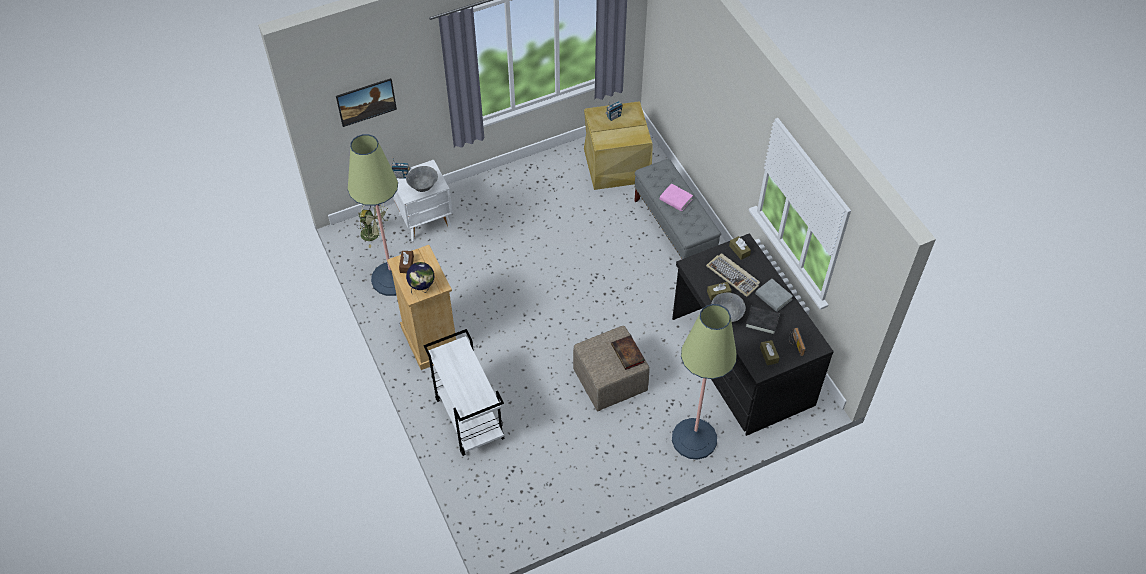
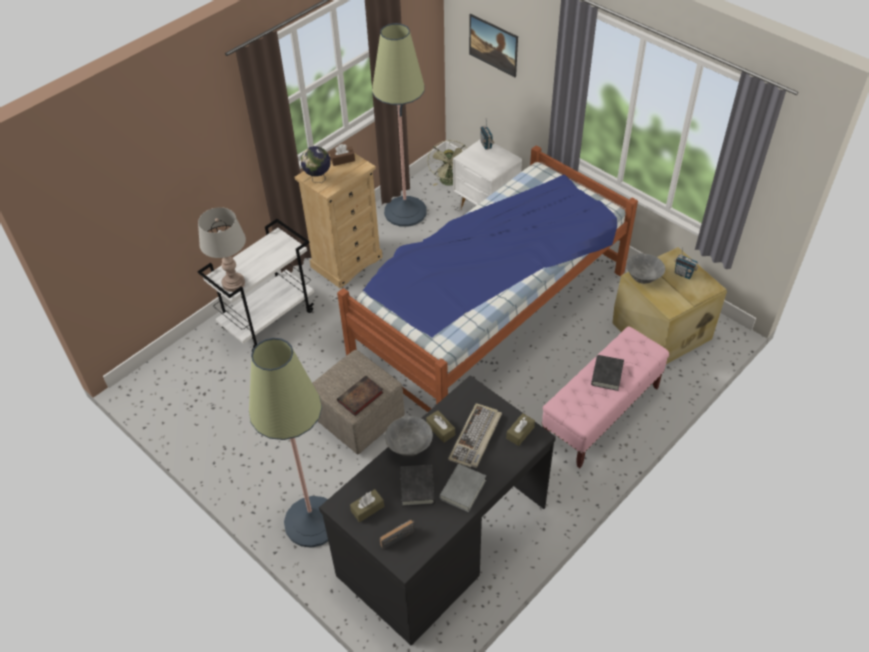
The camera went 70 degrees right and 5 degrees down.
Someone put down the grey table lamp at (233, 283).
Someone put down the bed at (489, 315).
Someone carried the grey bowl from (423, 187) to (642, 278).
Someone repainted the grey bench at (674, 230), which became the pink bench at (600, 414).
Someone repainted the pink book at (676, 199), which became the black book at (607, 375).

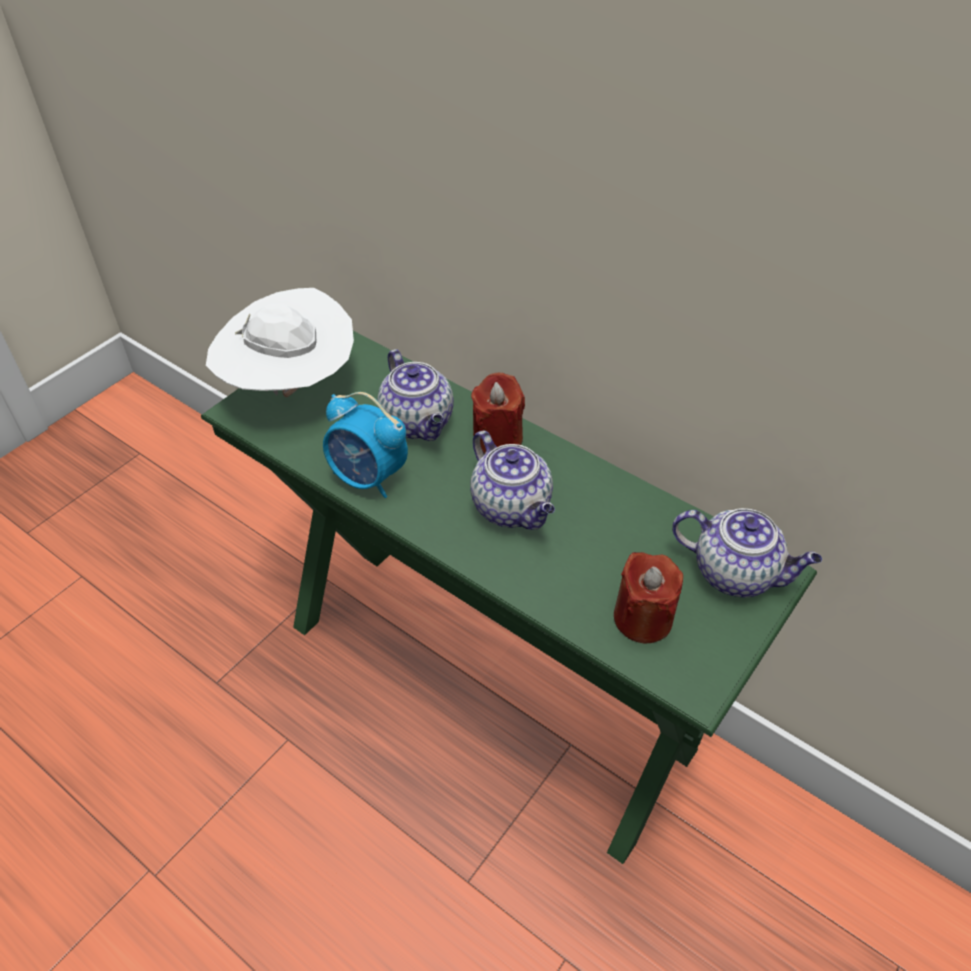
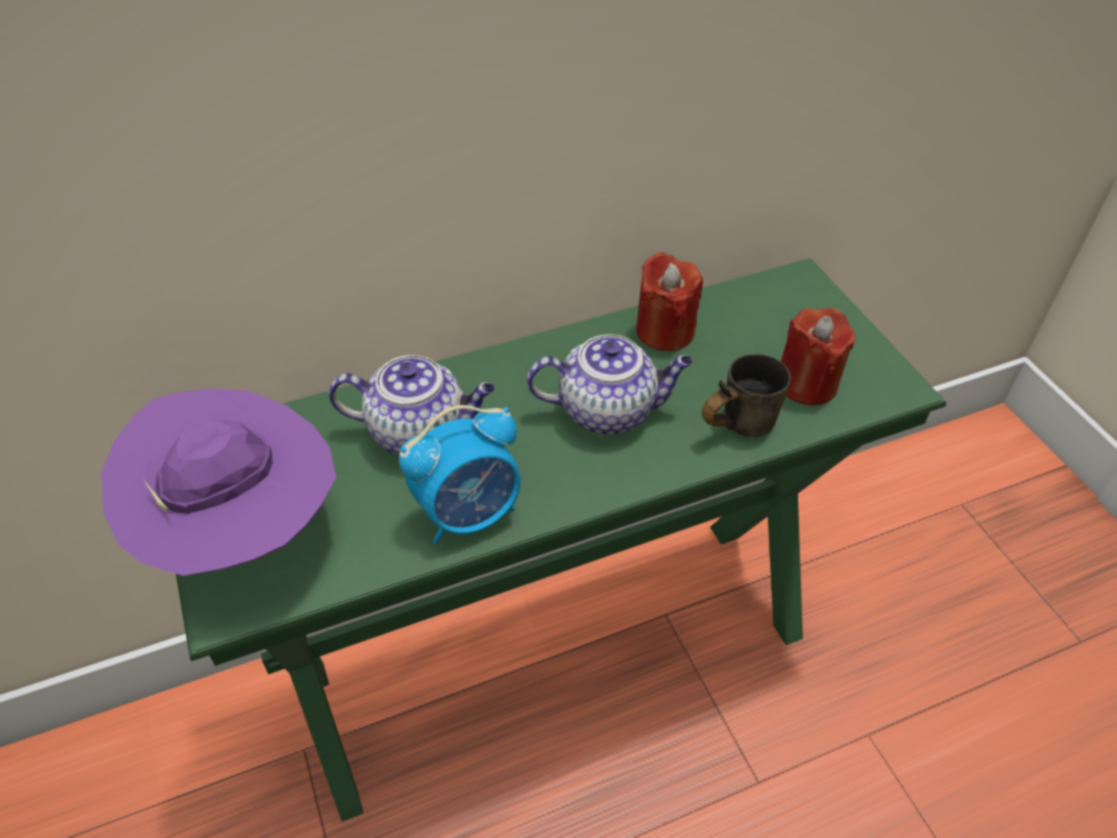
The camera went 60 degrees left and 0 degrees up.
Someone took away the teapot at (736, 573).
Someone put down the grey mug at (734, 422).
Someone carried the red candle from (497, 439) to (665, 331).
Someone repainted the white hat at (291, 388), which became the purple hat at (241, 530).

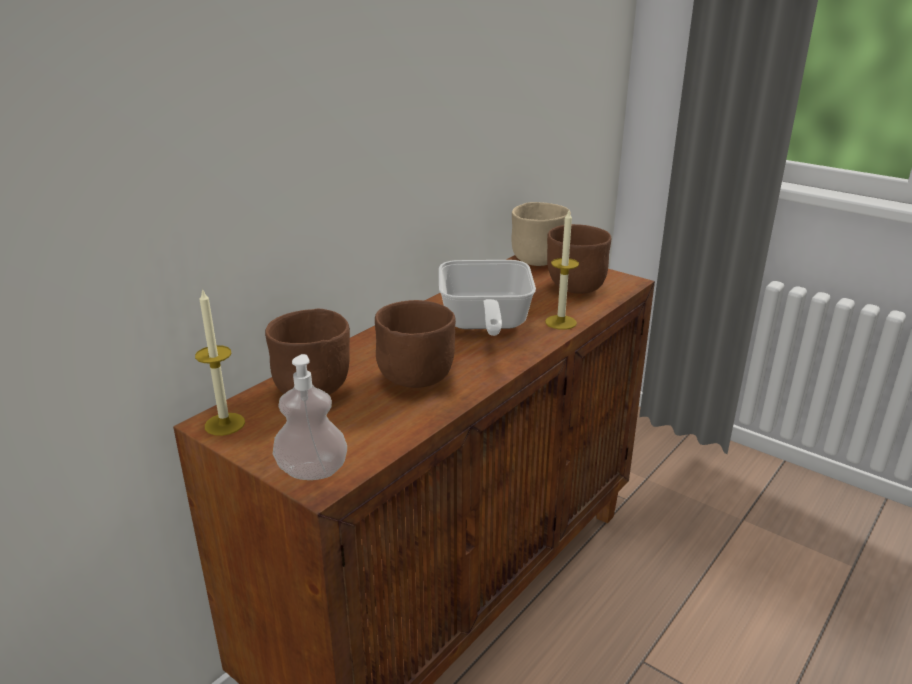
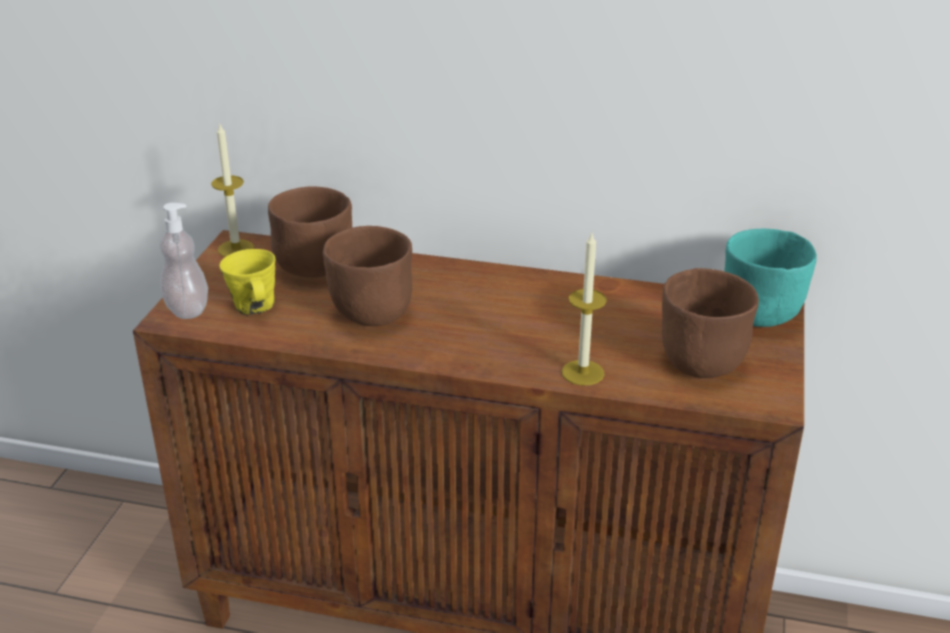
The camera went 65 degrees right and 5 degrees up.
Someone took away the frying pan at (484, 324).
Someone put down the yellow mug at (254, 307).
Someone repainted the beige bowl at (538, 260), which became the turquoise bowl at (762, 316).

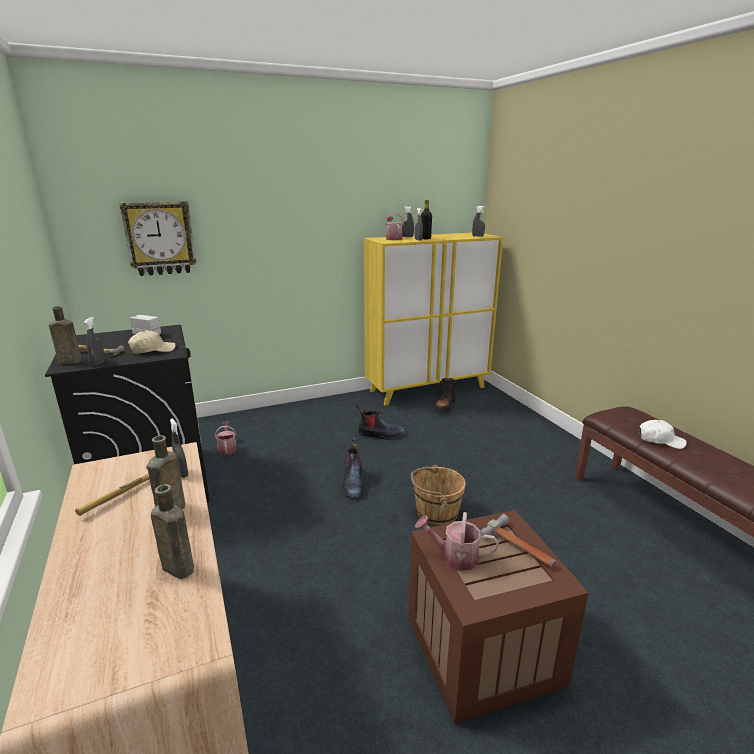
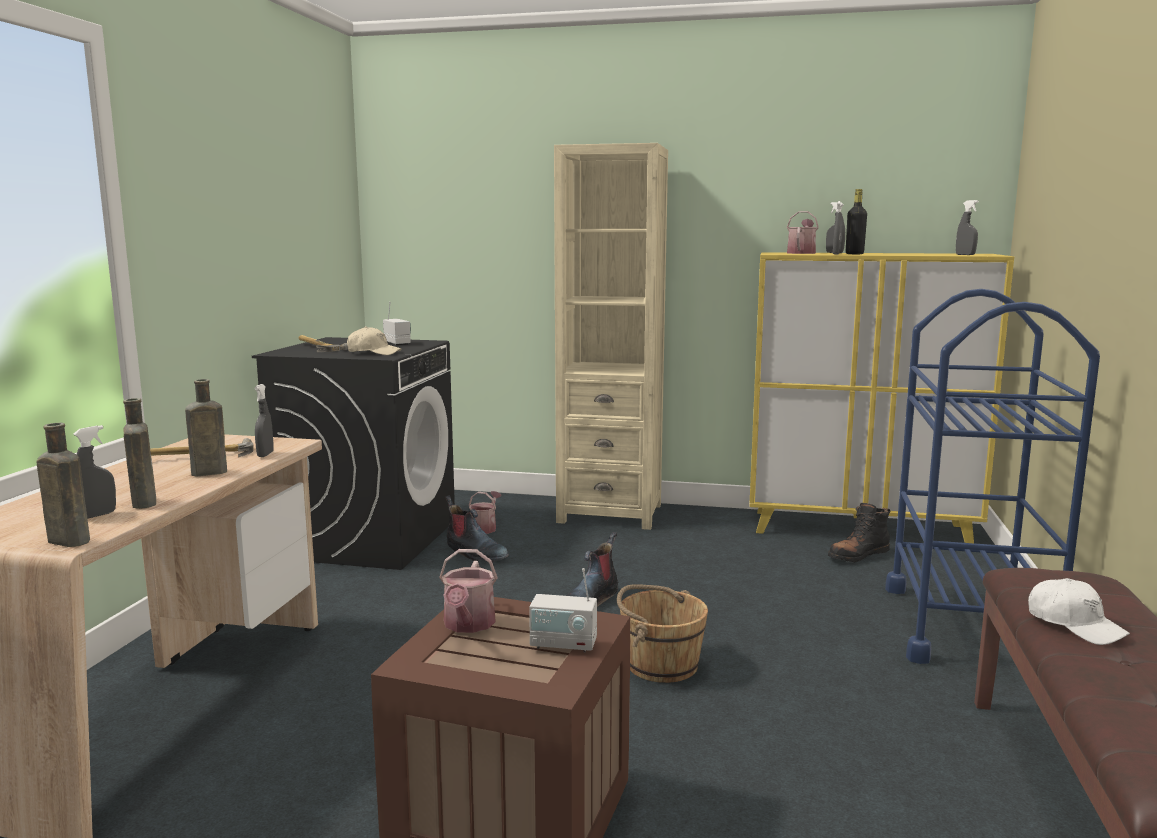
The camera went 35 degrees right and 10 degrees down.
Someone took away the wall clock at (160, 238).
Someone put down the beige bookcase at (610, 513).
Someone put down the blue cart at (967, 627).
Someone carried the brown bottle from (68, 362) to (66, 541).
Someone carried the grey spray bottle from (98, 363) to (97, 515).
Someone carried the boot from (380, 435) to (475, 553).
Someone swapped the hammer at (520, 547) for the radio at (563, 644).
Someone rotated the watering can at (455, 557) by 135 degrees counterclockwise.

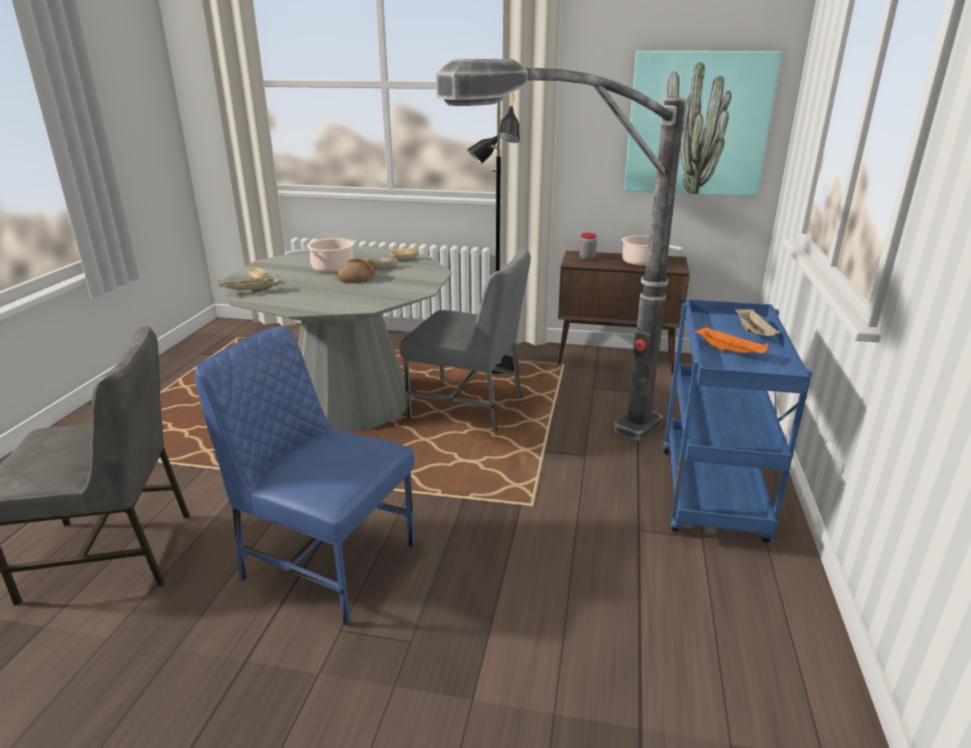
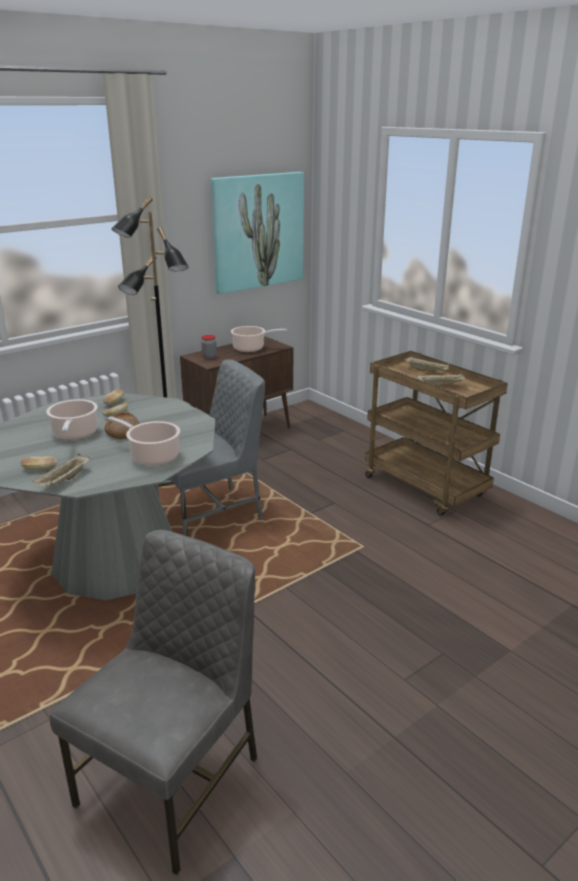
The camera went 50 degrees left and 0 degrees up.
Someone took away the blue chair at (326, 562).
Someone took away the floor lamp at (569, 478).
Someone put down the cooking pot at (152, 456).
Someone repainted the blue cart at (713, 497), which became the brown cart at (426, 487).
Someone repainted the orange tray at (730, 352), which became the beige tray at (441, 386).

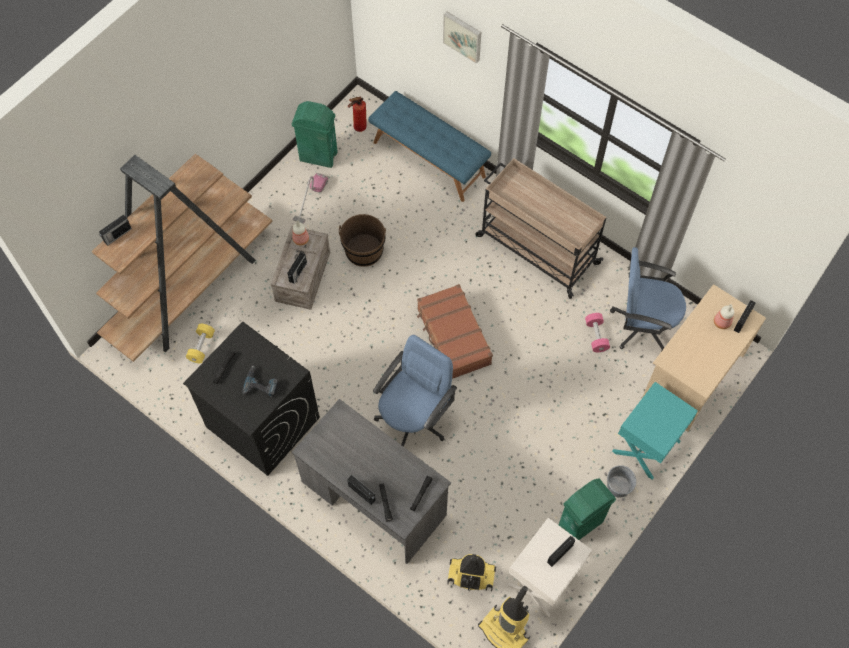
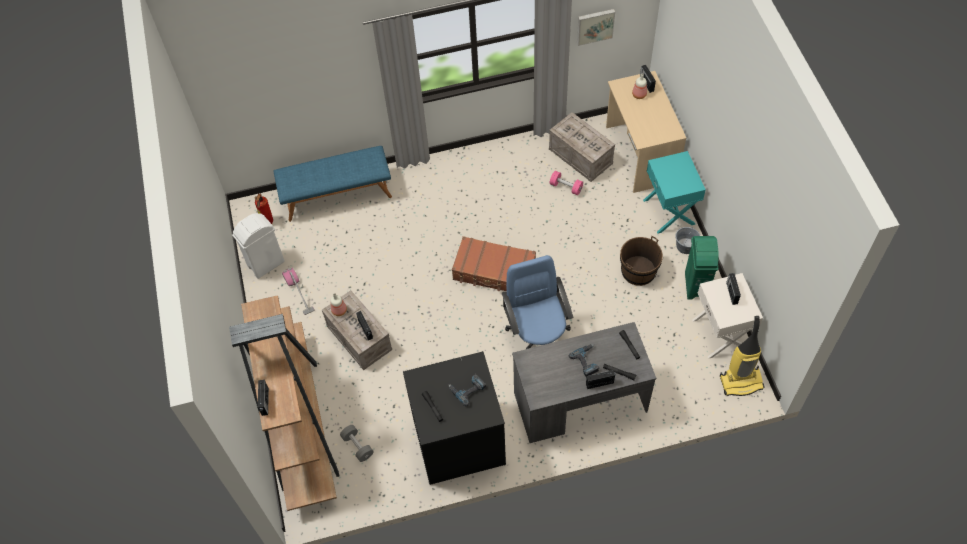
The camera went 50 degrees left and 5 degrees down.
Someone took away the vacuum cleaner at (470, 576).
Someone took away the beige cart at (536, 249).
Someone put down the power drill at (587, 361).
Someone carried the brown bucket from (364, 251) to (638, 271).
Someone carried the picture from (463, 36) to (595, 26).
Someone swapped the blue office chair at (642, 324) for the crate at (579, 156).
Someone repainted the yellow dumbbell at (201, 347), which became the grey dumbbell at (357, 446).
Someone repainted the green trash can at (318, 156), which became the white trash can at (265, 264).

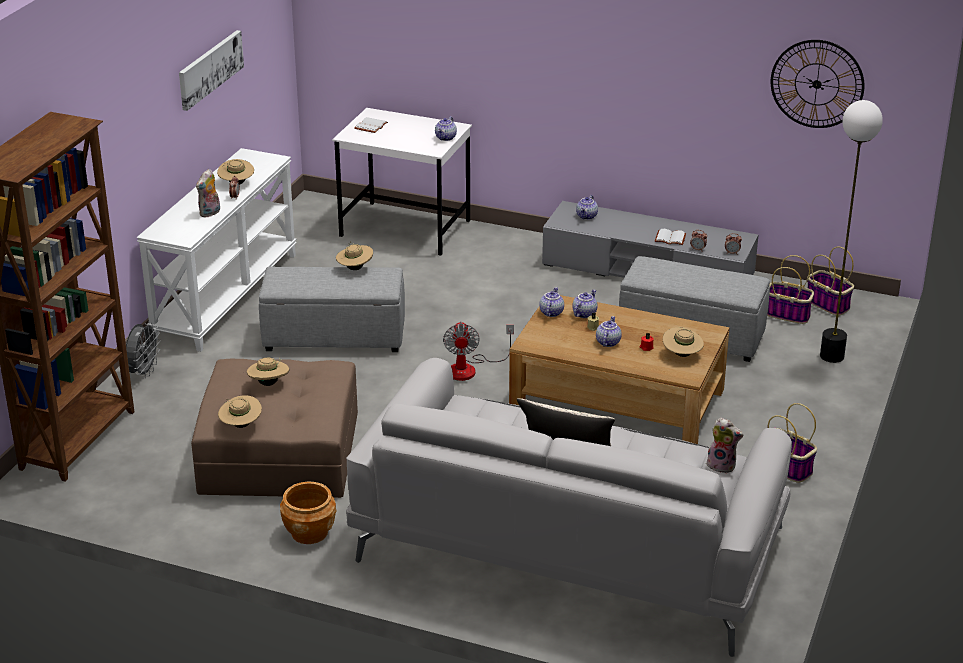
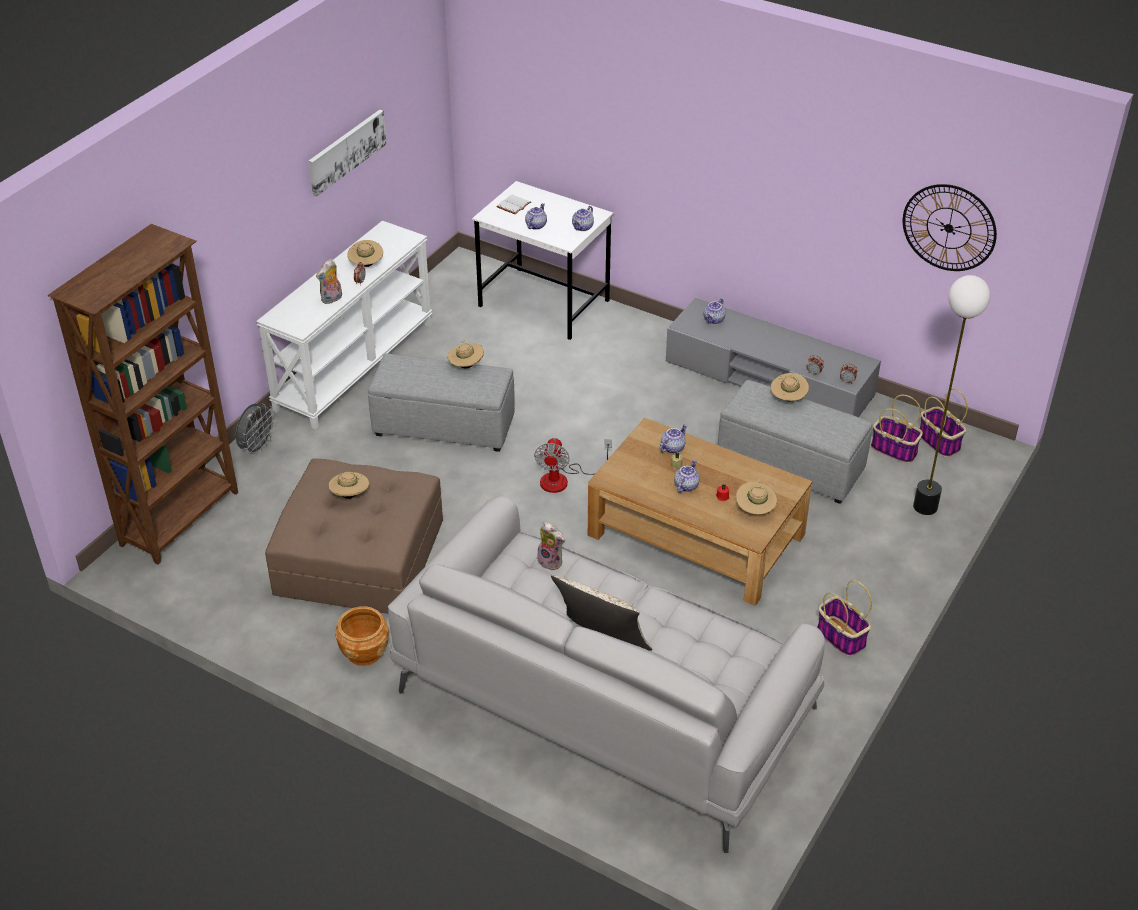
The camera went 10 degrees right and 10 degrees up.
Someone took away the white book at (669, 239).
Someone carried the beige hat from (241, 425) to (788, 398).
Someone carried the teapot from (551, 312) to (535, 225).
Someone carried the plush toy from (722, 465) to (551, 561).

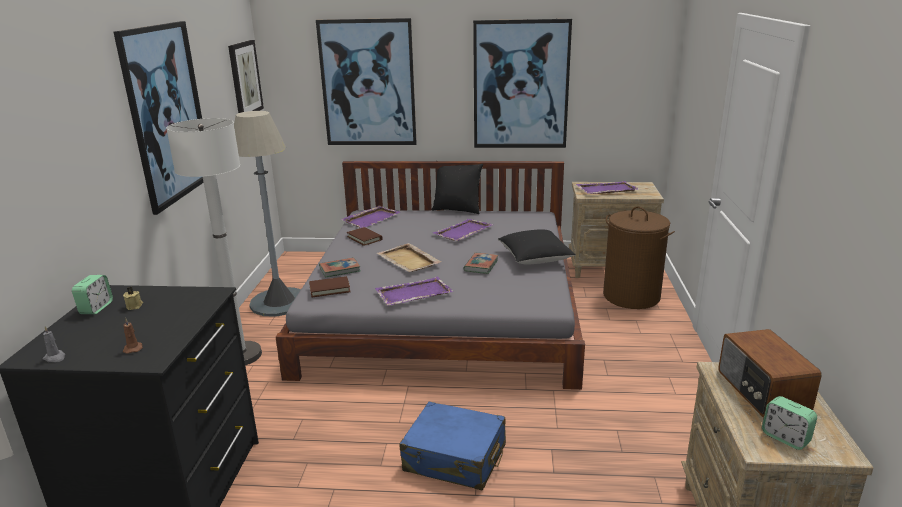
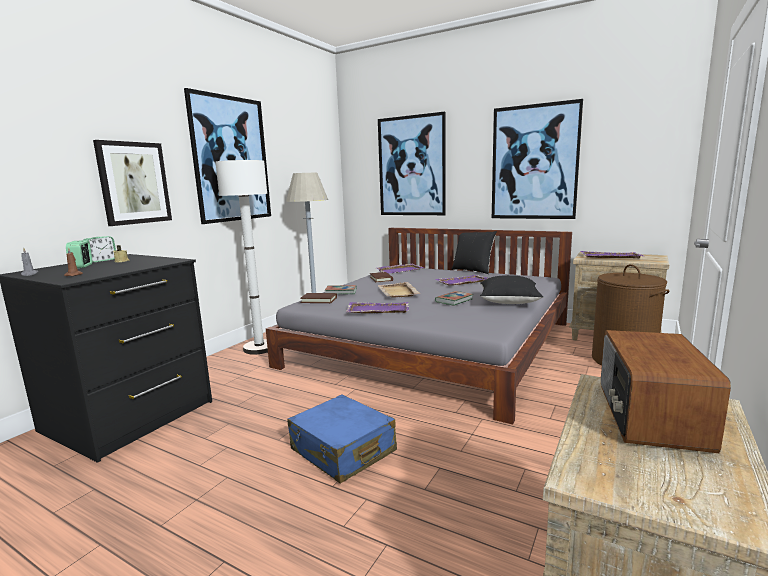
The camera went 25 degrees right and 10 degrees down.
Someone carried the picture from (245, 79) to (134, 183).
Someone carried the alarm clock from (785, 438) to (82, 266).

